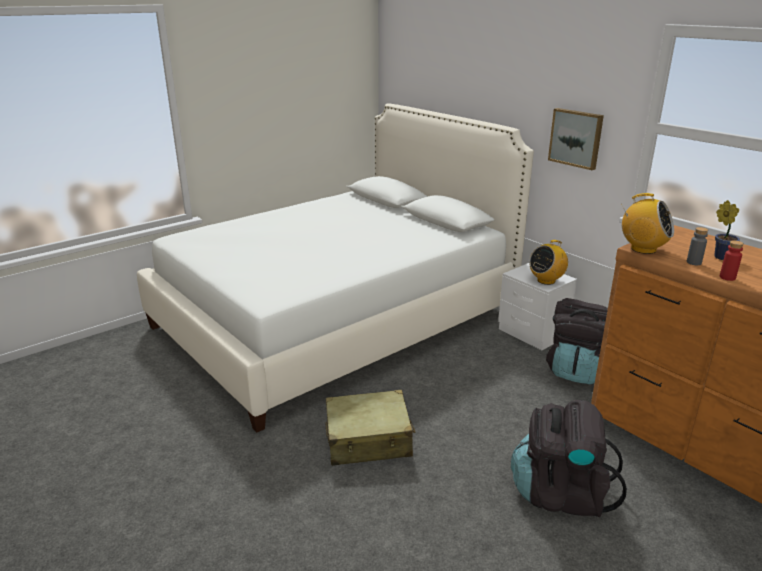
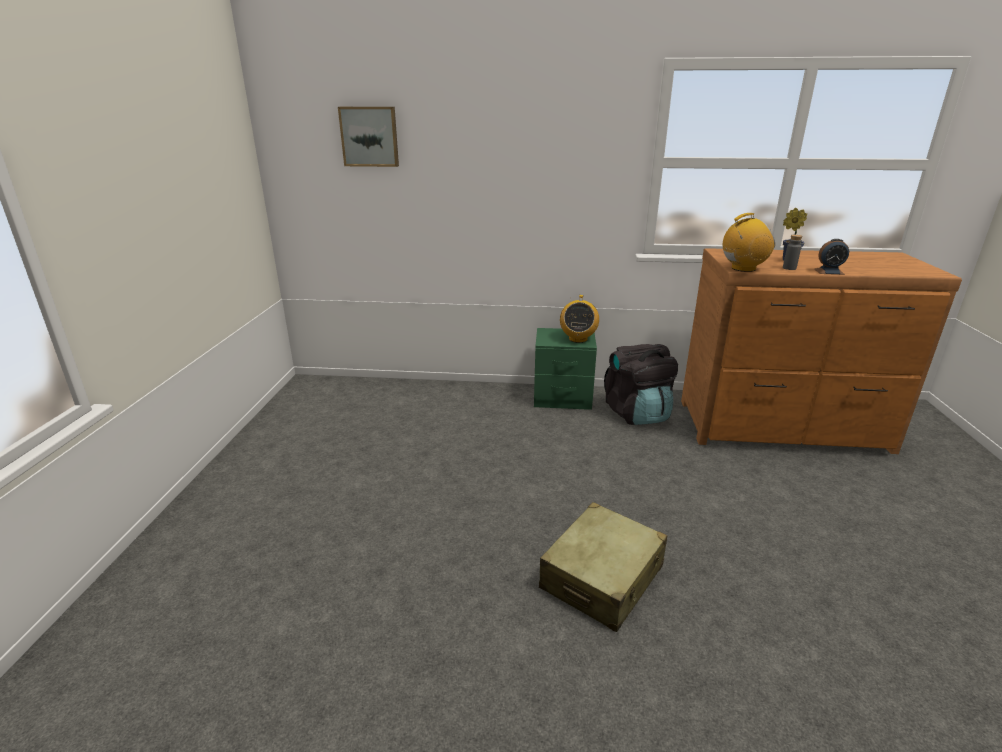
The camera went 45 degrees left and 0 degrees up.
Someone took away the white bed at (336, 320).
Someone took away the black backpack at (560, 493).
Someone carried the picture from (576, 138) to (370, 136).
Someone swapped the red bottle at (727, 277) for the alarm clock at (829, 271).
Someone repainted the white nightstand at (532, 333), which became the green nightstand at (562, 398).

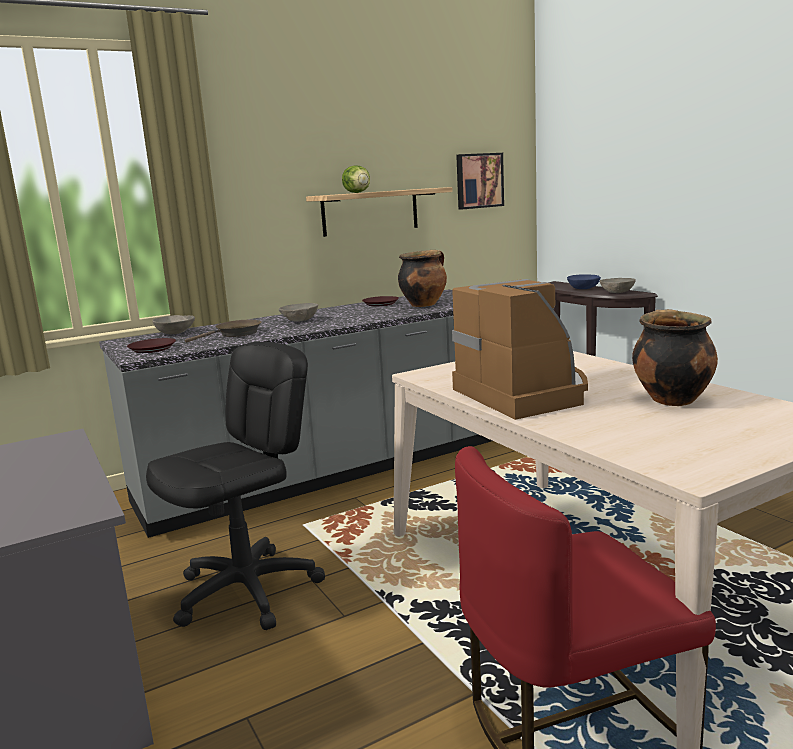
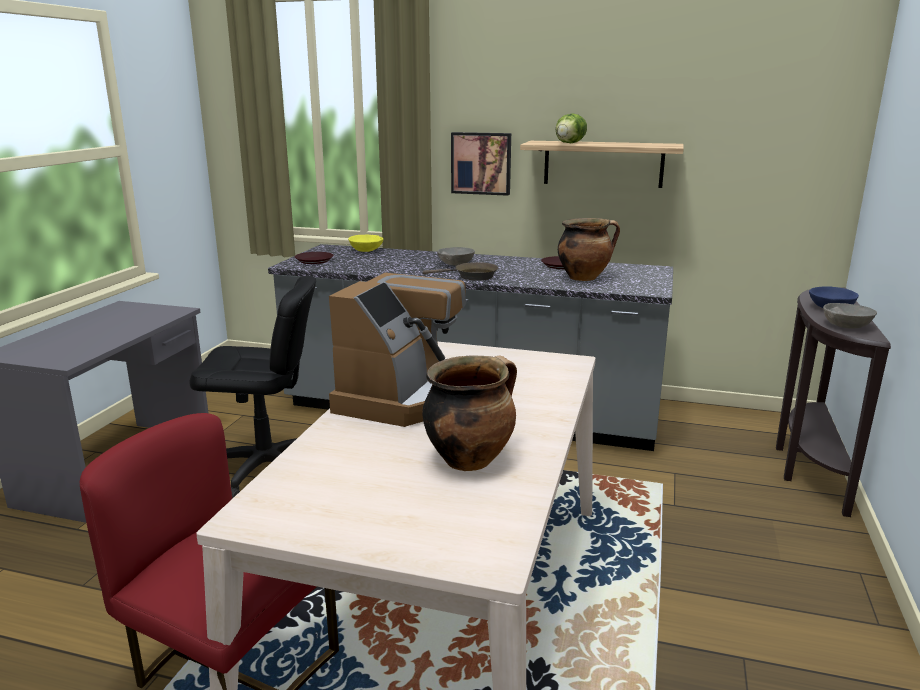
The camera went 45 degrees right and 5 degrees up.
Someone carried the brown frying pan from (235, 334) to (472, 276).
Someone carried the picture from (478, 181) to (481, 163).
Someone repainted the grey bowl at (174, 333), which became the yellow bowl at (365, 250).

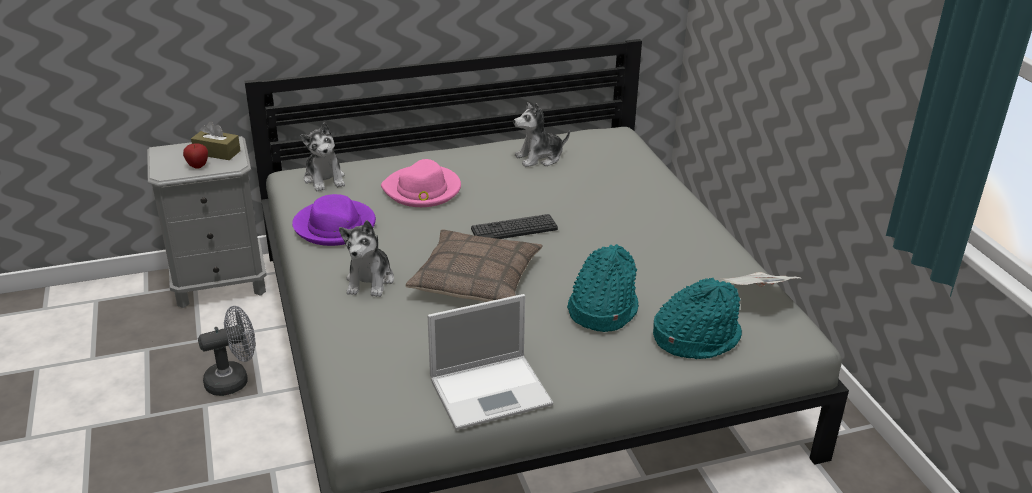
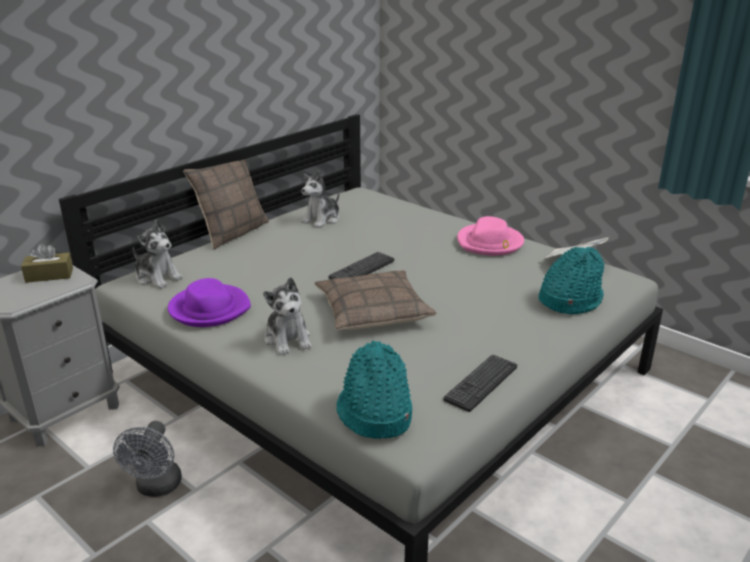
The camera went 30 degrees left and 5 degrees down.
Someone took away the apple at (197, 166).
Someone put down the pillow at (232, 233).
Someone carried the pink hat from (422, 190) to (490, 243).
Someone carried the turquoise hat from (601, 309) to (374, 413).
Someone swapped the laptop at (492, 391) for the keyboard at (481, 383).
Someone rotated the grey fan at (234, 380) by 150 degrees clockwise.

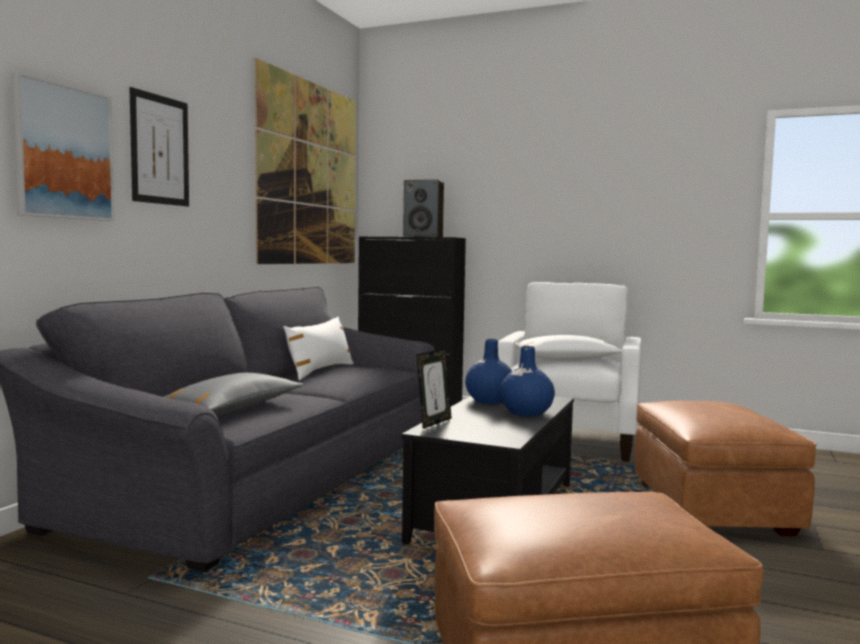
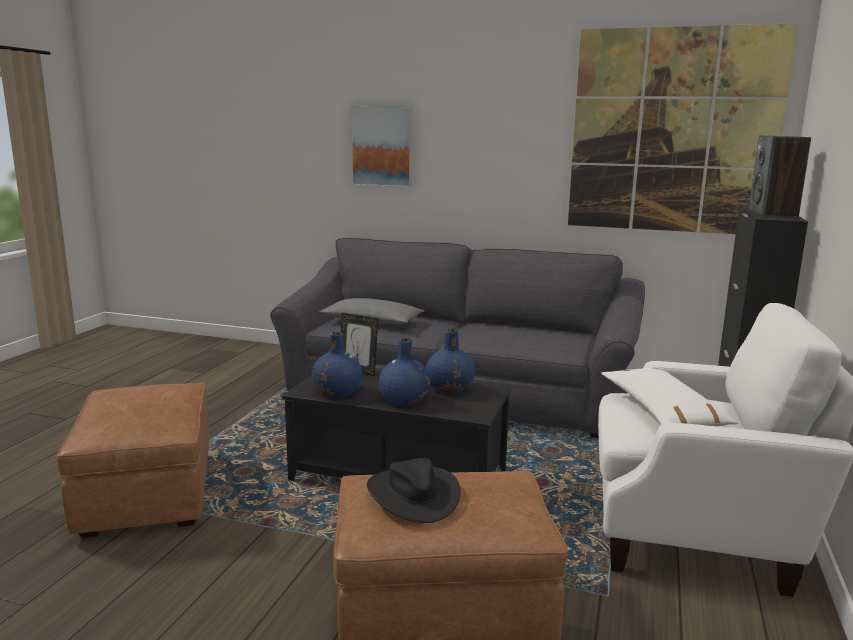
The camera went 85 degrees right and 10 degrees up.
Someone took away the picture at (160, 150).
Someone took away the white pillow at (320, 371).
Someone put down the blue vase at (338, 392).
Someone put down the black hat at (413, 495).

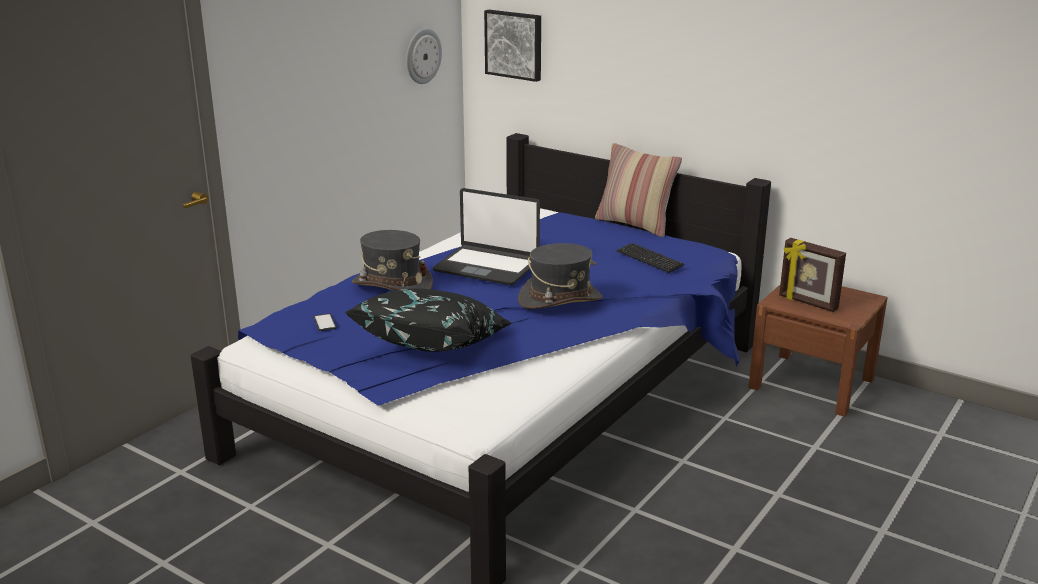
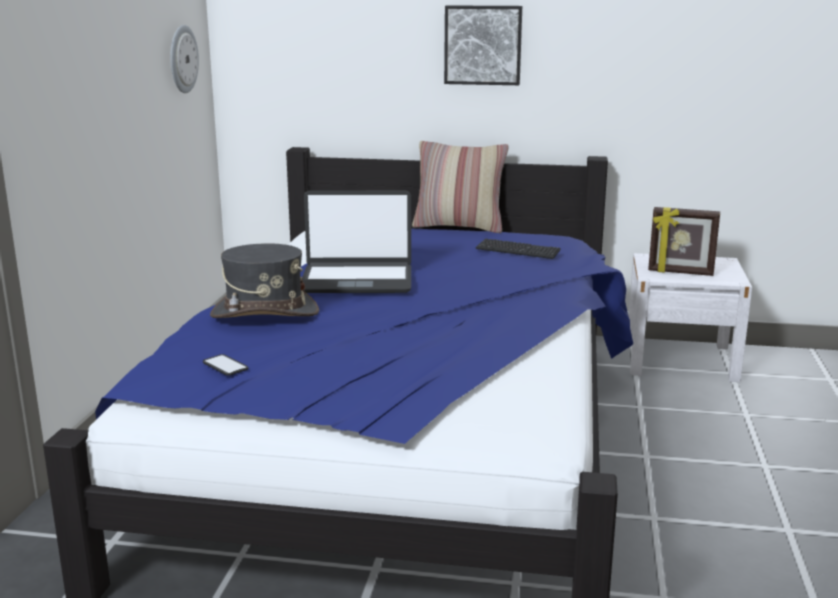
The camera went 25 degrees left and 5 degrees down.
Someone took away the black pillow at (434, 345).
Someone took away the grey hat at (560, 299).
Someone carried the picture from (514, 44) to (483, 45).
Someone repainted the brown nightstand at (811, 383), which became the white nightstand at (680, 360).

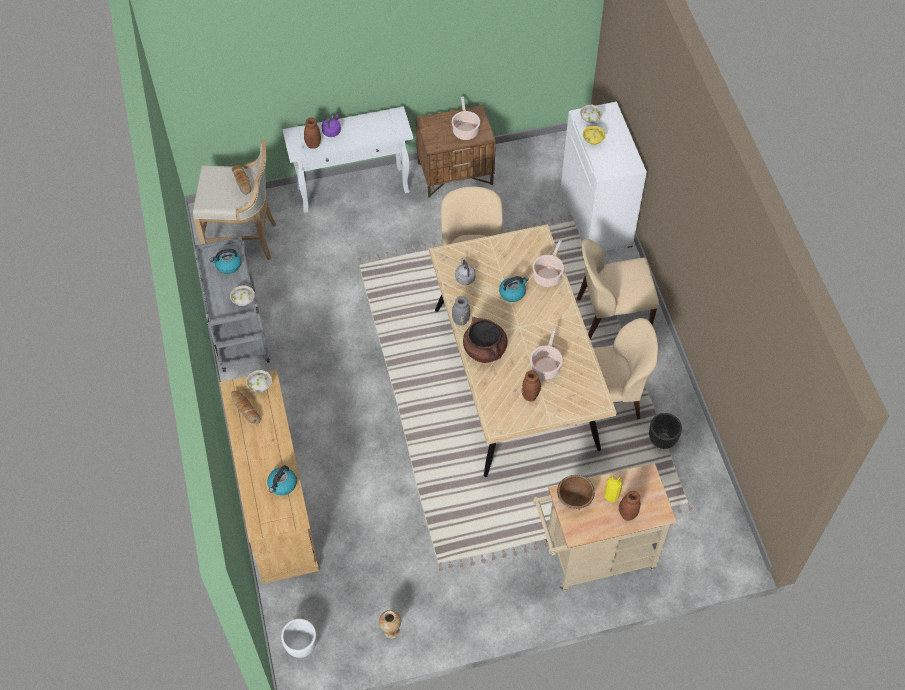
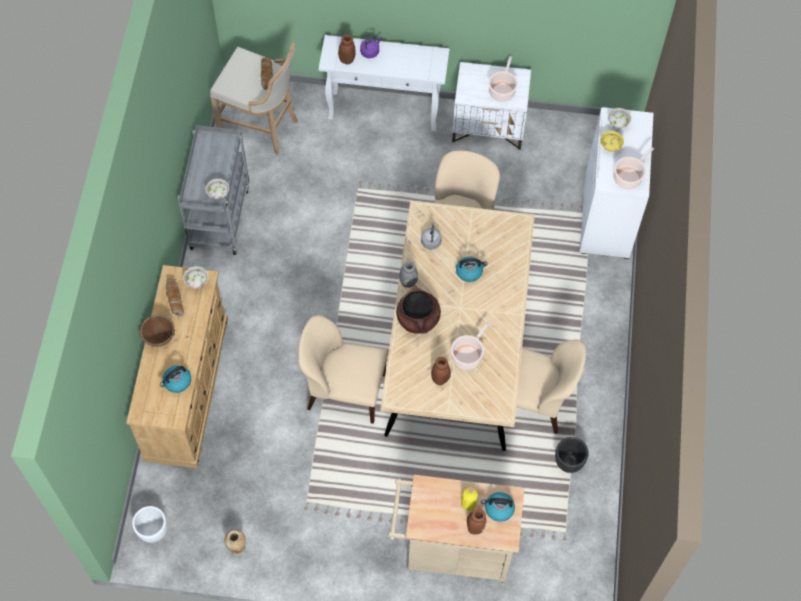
The camera went 20 degrees right and 5 degrees up.
Someone carried the kettle from (228, 265) to (498, 509).
Someone carried the cooking pot from (548, 275) to (629, 177).
Someone carried the brown bowl from (574, 500) to (159, 338).
Someone carried the beige chair from (611, 314) to (344, 391).
Someone repainted the brown nightstand at (455, 174), which became the white nightstand at (489, 127).

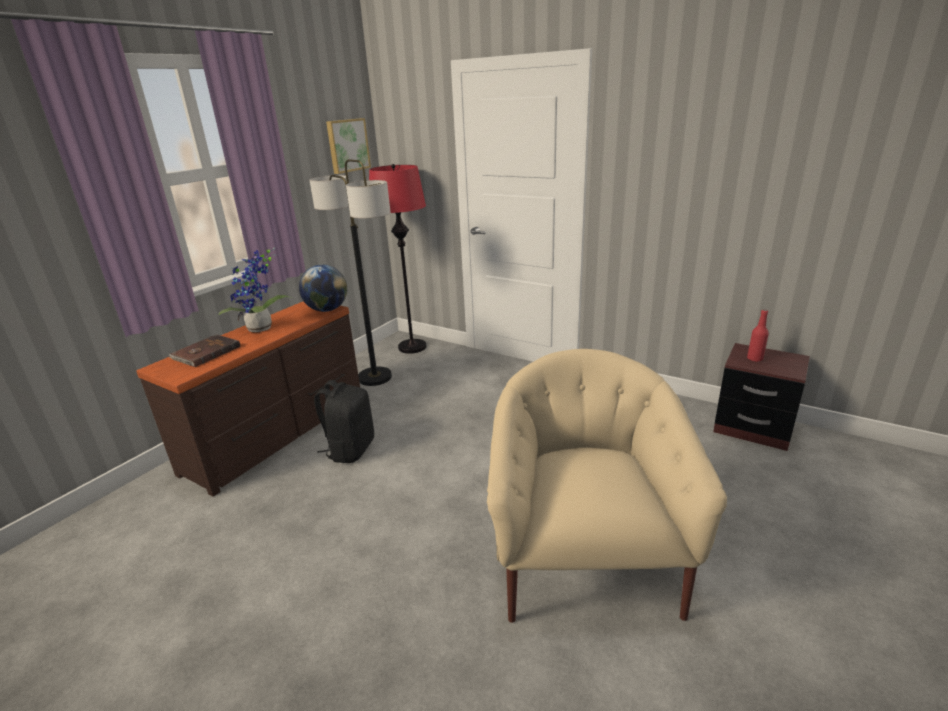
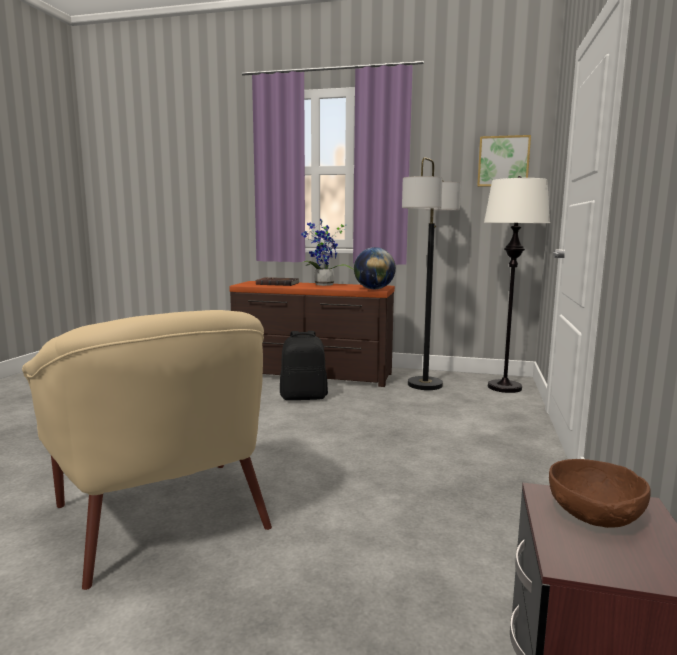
The camera went 70 degrees right and 15 degrees down.
Someone swapped the red bottle at (754, 359) for the brown bowl at (593, 515).
Someone repainted the red floor lamp at (412, 347), which became the white floor lamp at (505, 387).
Someone rotated the beige armchair at (584, 559) by 75 degrees clockwise.

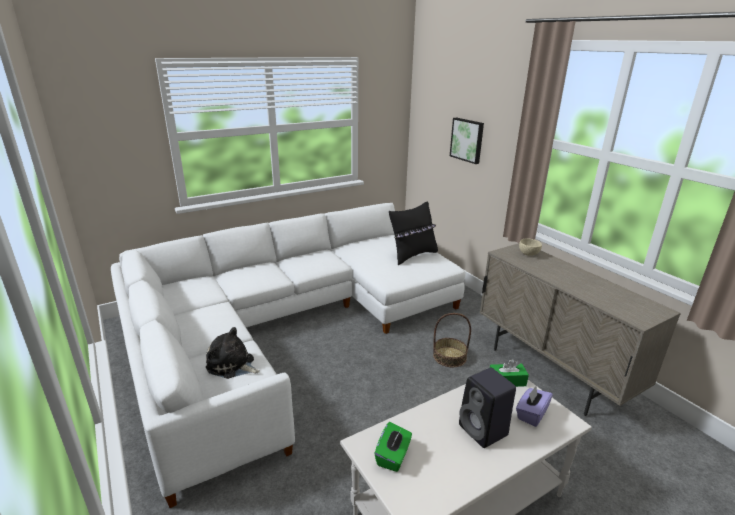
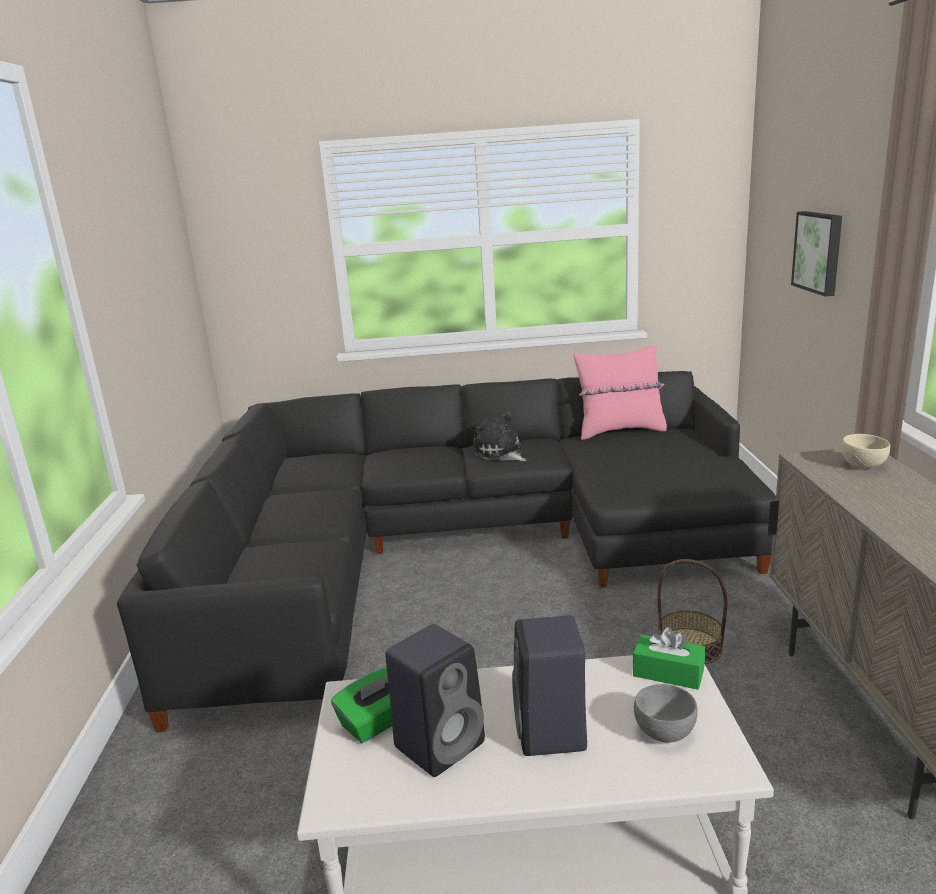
The camera went 30 degrees right and 5 degrees down.
Someone took away the black pillow at (412, 255).
Someone put down the black speaker at (441, 743).
Someone put down the pink pillow at (620, 431).
Someone carried the plush toy from (232, 365) to (500, 453).
Someone swapped the purple tissue box at (531, 414) for the grey bowl at (664, 734).
Someone repainted the white sofa at (289, 327), which became the black sofa at (456, 550).

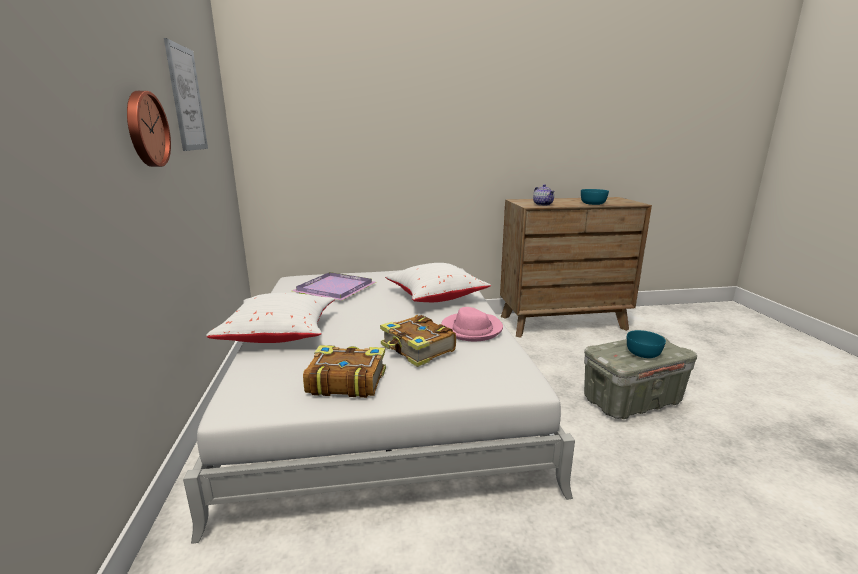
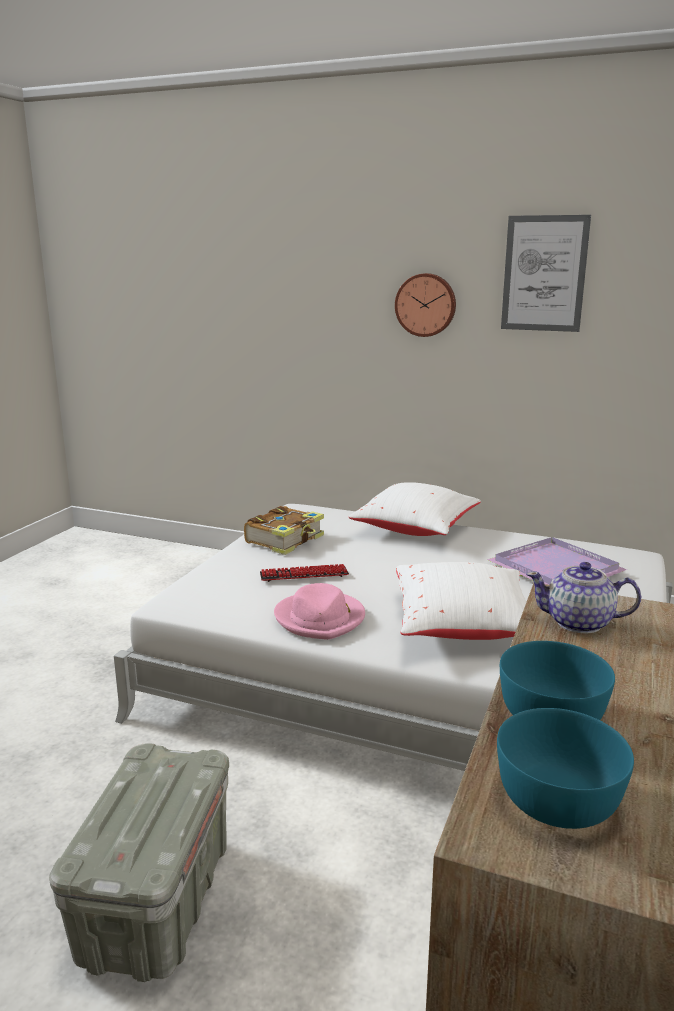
The camera went 120 degrees right and 0 degrees up.
Someone carried the turquoise bowl from (642, 353) to (559, 798).
Someone swapped the book at (417, 349) for the keyboard at (304, 575).

